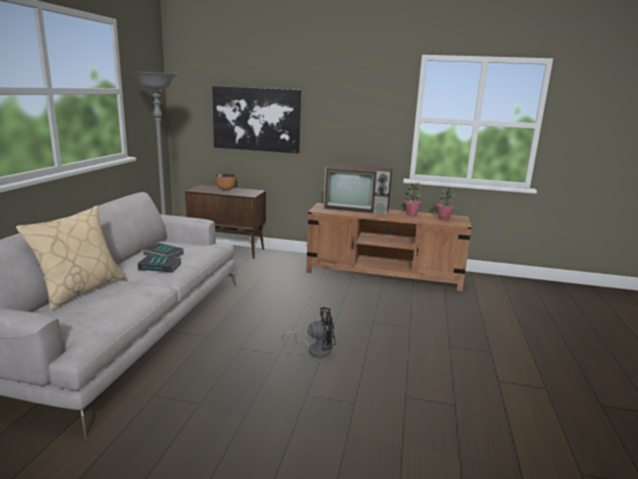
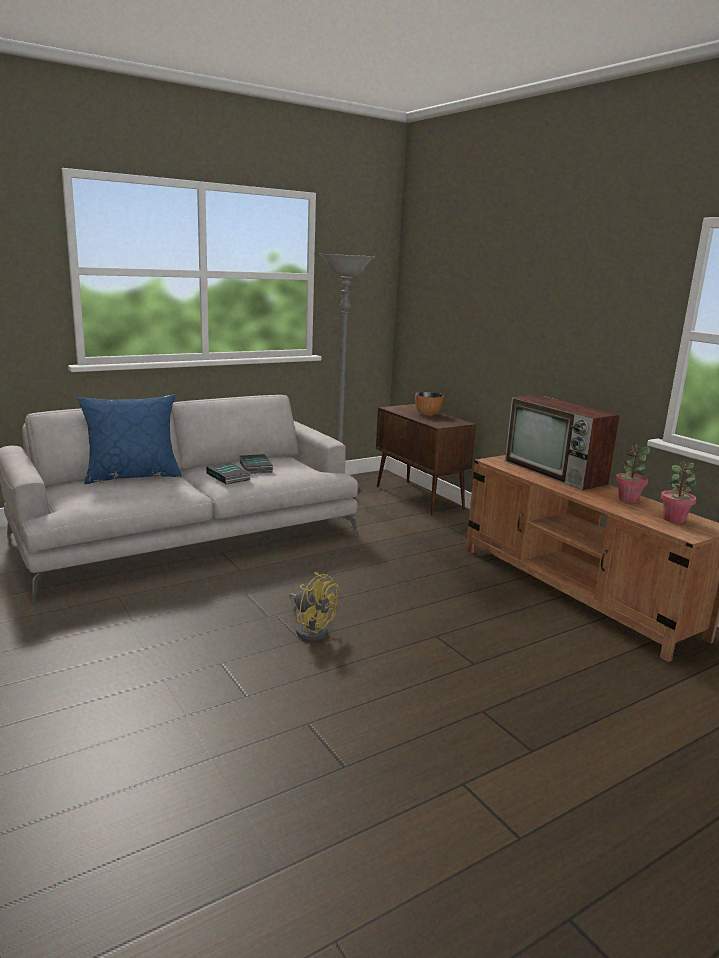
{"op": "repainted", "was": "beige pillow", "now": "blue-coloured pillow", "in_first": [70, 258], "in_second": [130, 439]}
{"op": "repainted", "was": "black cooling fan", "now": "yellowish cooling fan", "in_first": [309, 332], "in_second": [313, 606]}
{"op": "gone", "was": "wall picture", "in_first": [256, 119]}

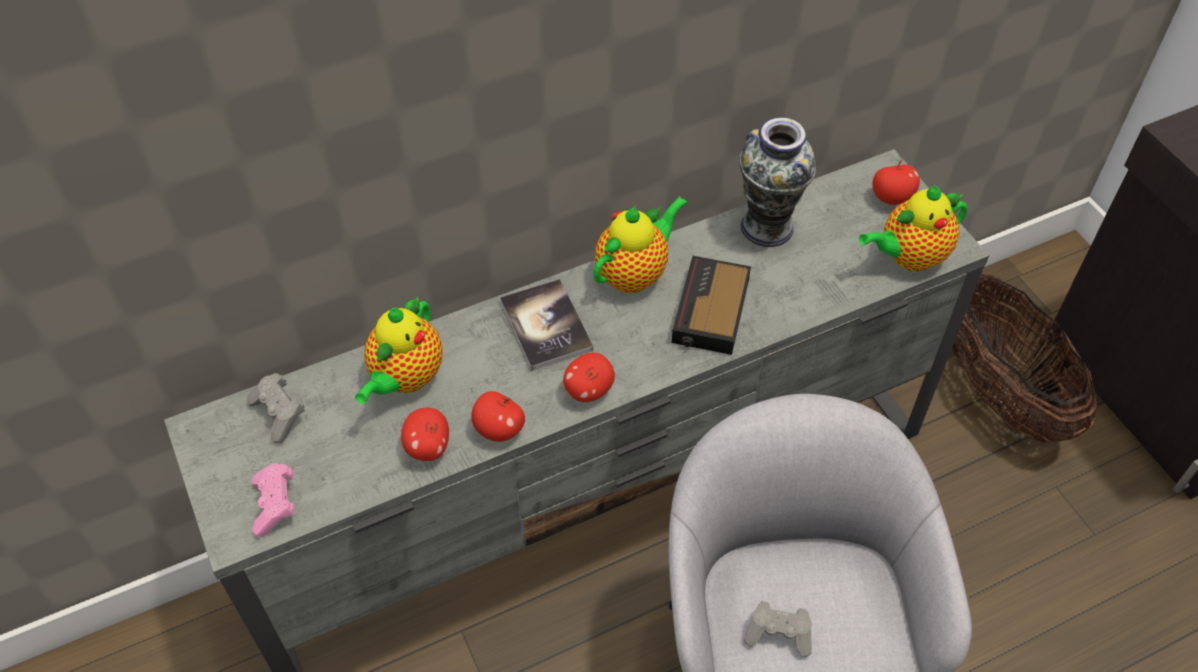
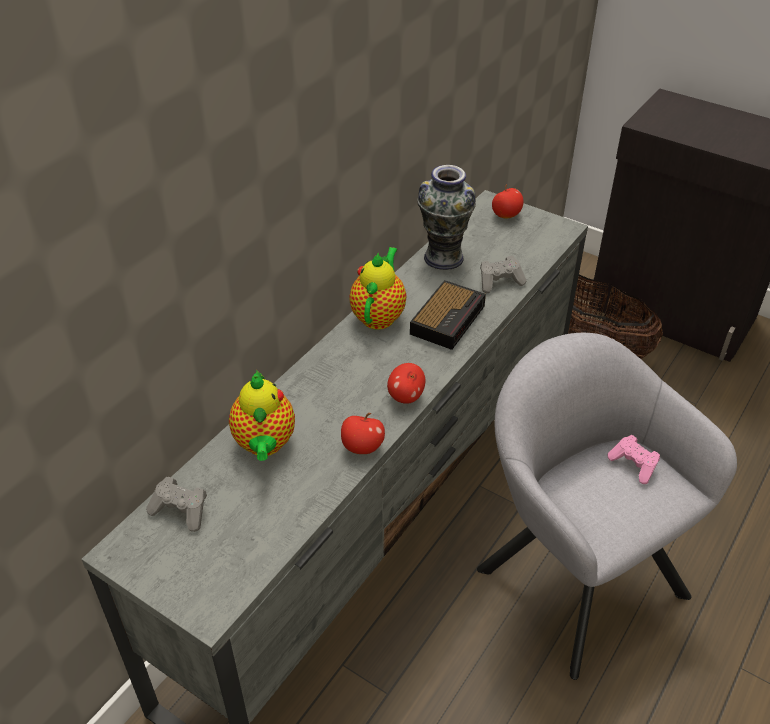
{"op": "rotated", "was": "table clock", "in_first": [711, 305], "in_second": [448, 315], "clockwise": -135}
{"op": "shifted", "was": "gray joypad", "in_first": [778, 629], "in_second": [503, 274]}
{"op": "shifted", "was": "pink-coloured joypad", "in_first": [273, 500], "in_second": [633, 459]}
{"op": "gone", "was": "apple fruit", "in_first": [425, 434]}
{"op": "gone", "was": "book", "in_first": [546, 325]}
{"op": "gone", "was": "pot for tea", "in_first": [913, 228]}

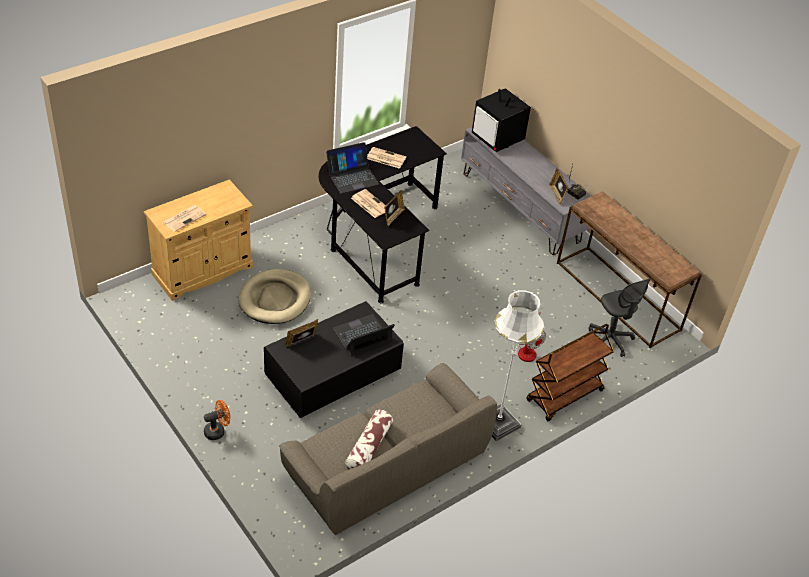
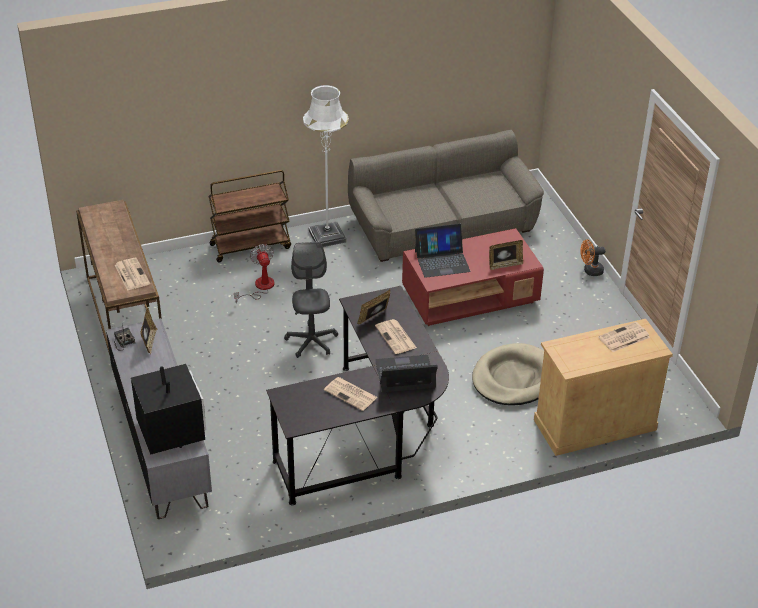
{"op": "new", "now": "newspaper", "in_second": [132, 274]}
{"op": "shifted", "was": "gray computer chair", "in_first": [620, 318], "in_second": [311, 300]}
{"op": "repainted", "was": "black lounge table", "now": "red-coloured lounge table", "in_first": [334, 359], "in_second": [473, 277]}
{"op": "gone", "was": "pillow", "in_first": [369, 439]}

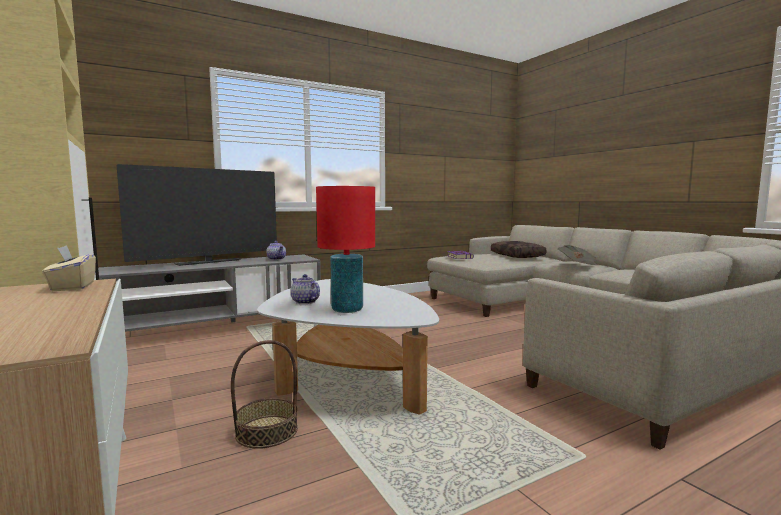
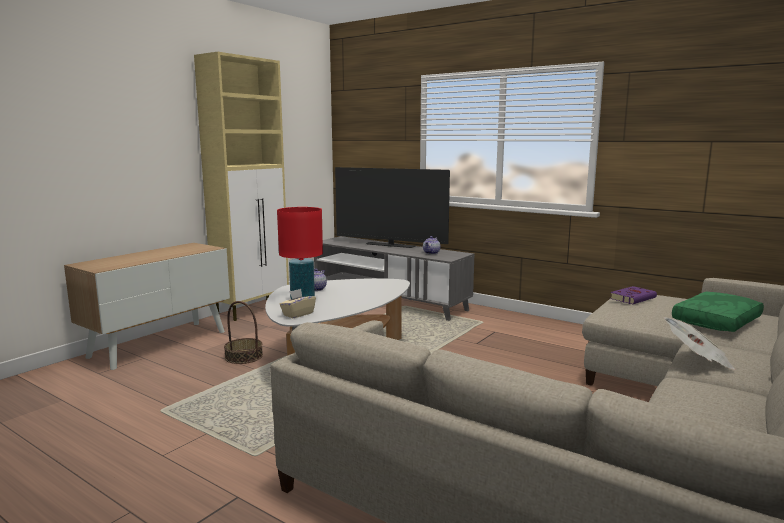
{"op": "shifted", "was": "beige box of tissues", "in_first": [69, 268], "in_second": [297, 303]}
{"op": "repainted", "was": "brown pillow", "now": "green-coloured pillow", "in_first": [518, 249], "in_second": [718, 312]}

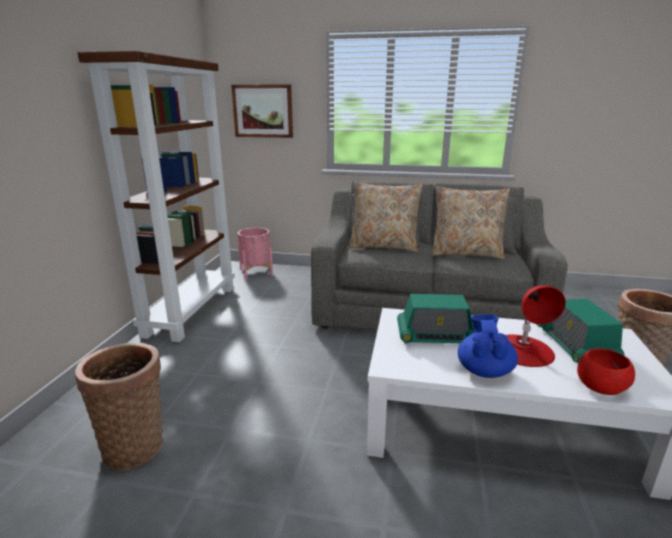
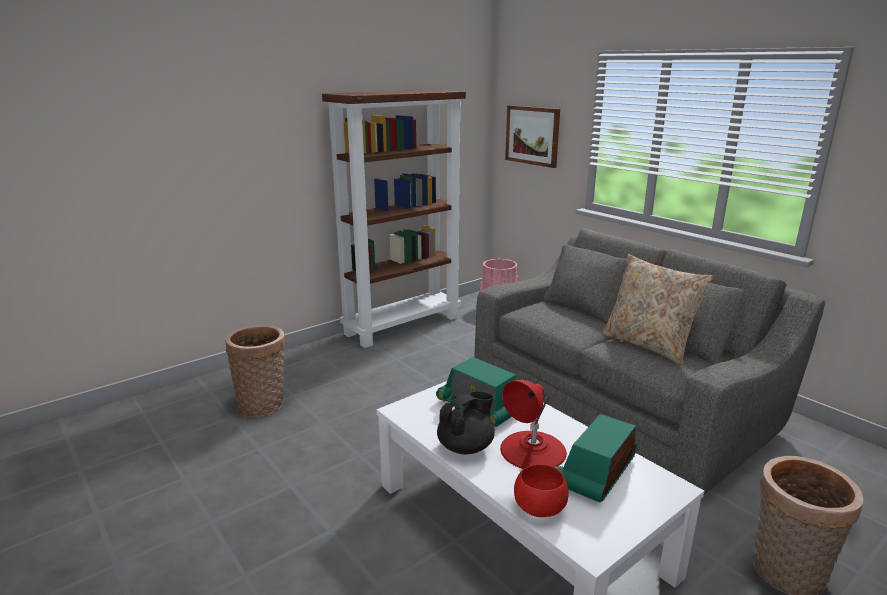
{"op": "repainted", "was": "blue-coloured pot for tea", "now": "black pot for tea", "in_first": [488, 346], "in_second": [466, 423]}
{"op": "gone", "was": "beige pillow", "in_first": [386, 217]}

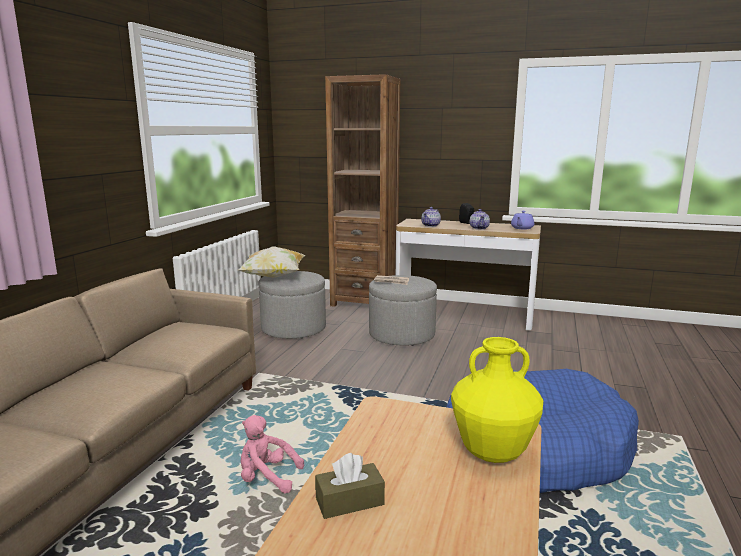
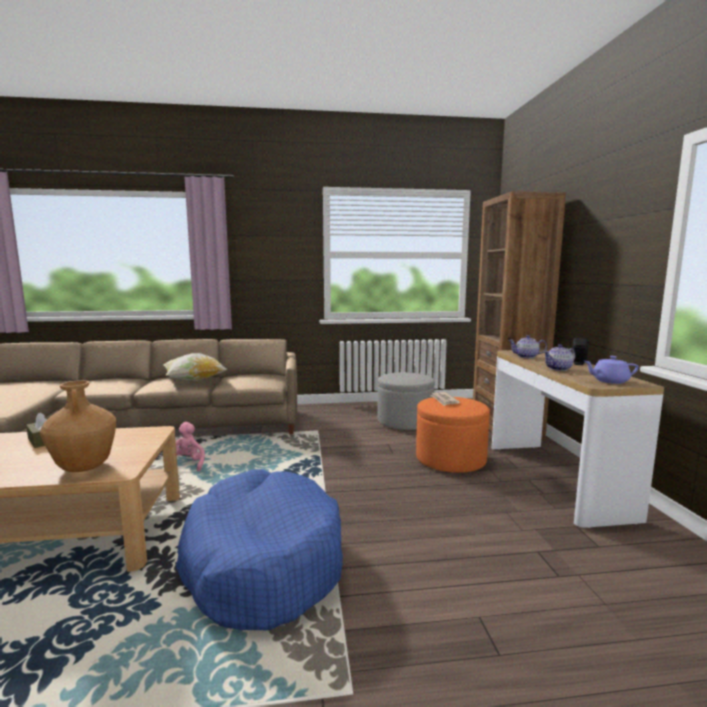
{"op": "repainted", "was": "yellowish flower vase", "now": "brown flower vase", "in_first": [497, 400], "in_second": [78, 426]}
{"op": "shifted", "was": "pillow", "in_first": [272, 262], "in_second": [195, 367]}
{"op": "repainted", "was": "gray ottoman", "now": "orange-coloured ottoman", "in_first": [403, 310], "in_second": [453, 435]}

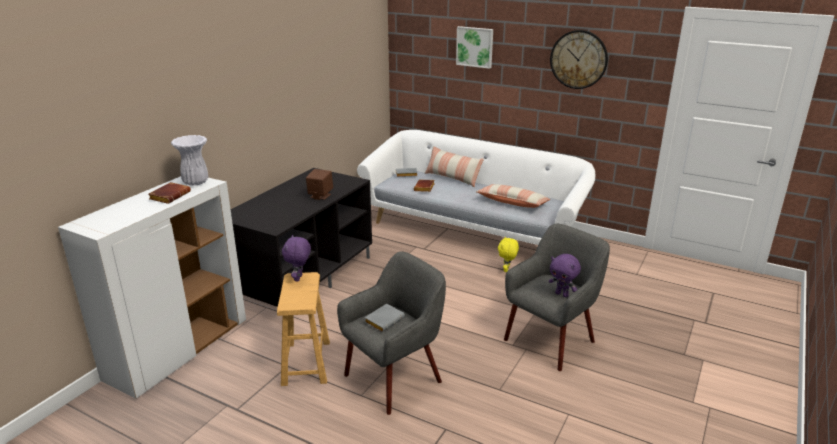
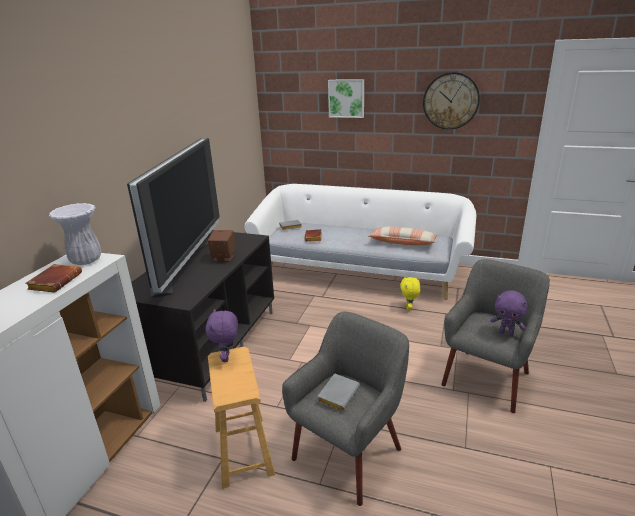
{"op": "new", "now": "television", "in_second": [173, 218]}
{"op": "gone", "was": "pillow", "in_first": [454, 167]}

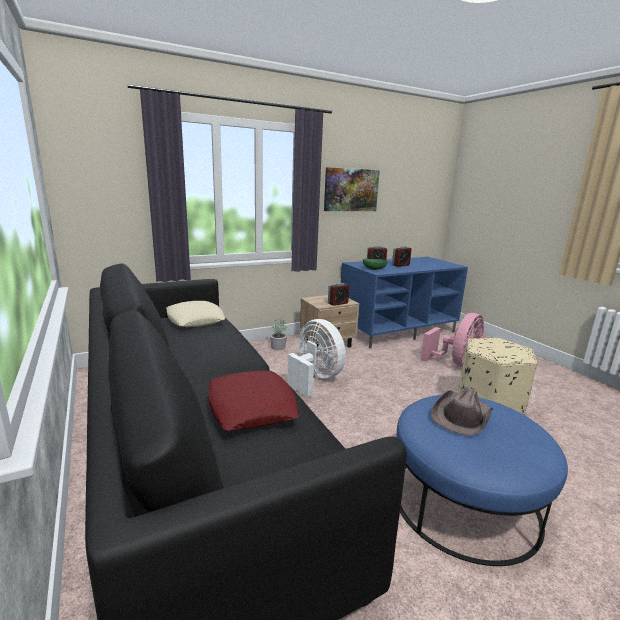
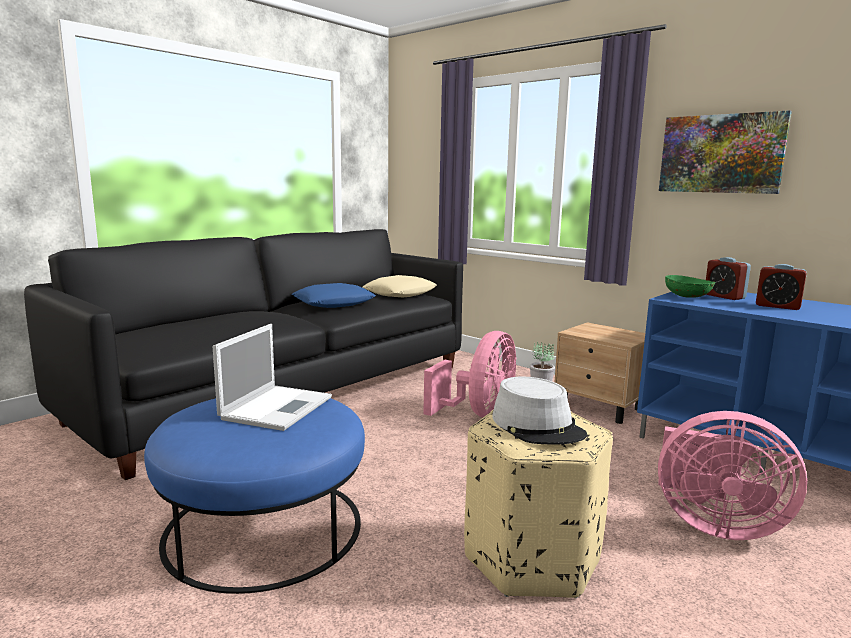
{"op": "swapped", "was": "brown hat", "now": "notebook computer", "in_first": [462, 411], "in_second": [272, 377]}
{"op": "new", "now": "blue-coloured pillow", "in_second": [334, 295]}
{"op": "repainted", "was": "whitish cooling fan", "now": "pink-coloured cooling fan", "in_first": [316, 358], "in_second": [469, 374]}
{"op": "new", "now": "gray hat", "in_second": [539, 411]}
{"op": "gone", "was": "red-coloured pillow", "in_first": [254, 401]}
{"op": "gone", "was": "table clock", "in_first": [338, 294]}

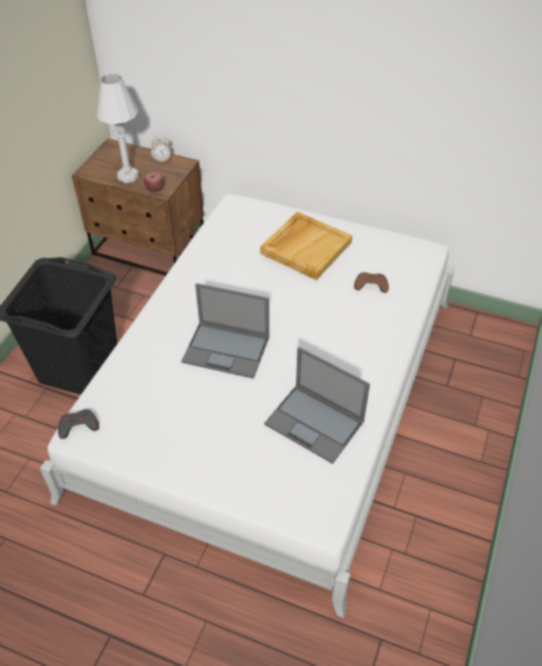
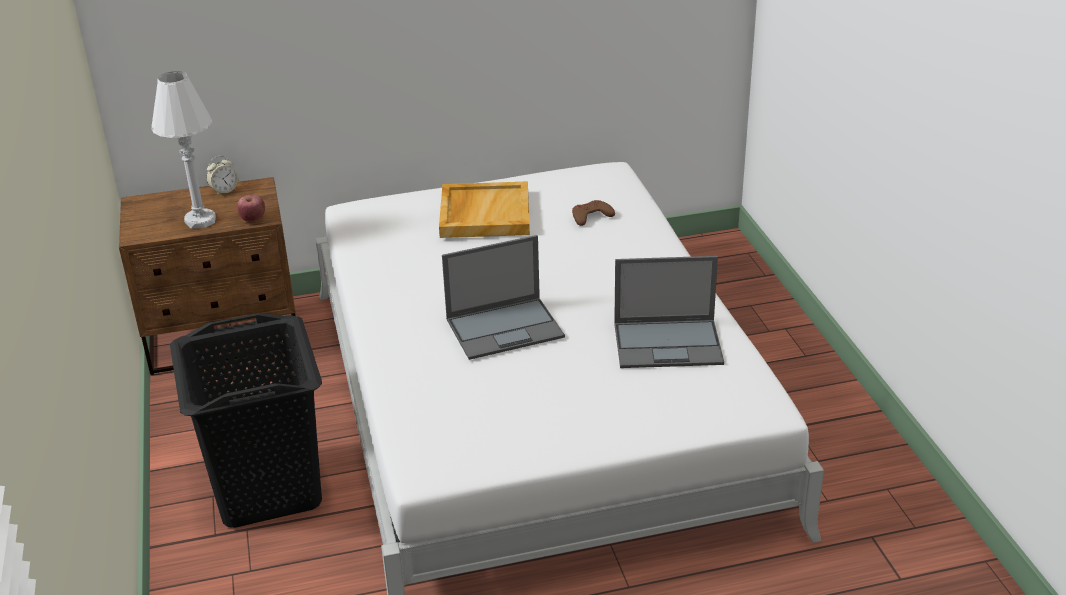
{"op": "gone", "was": "gray joypad", "in_first": [78, 424]}

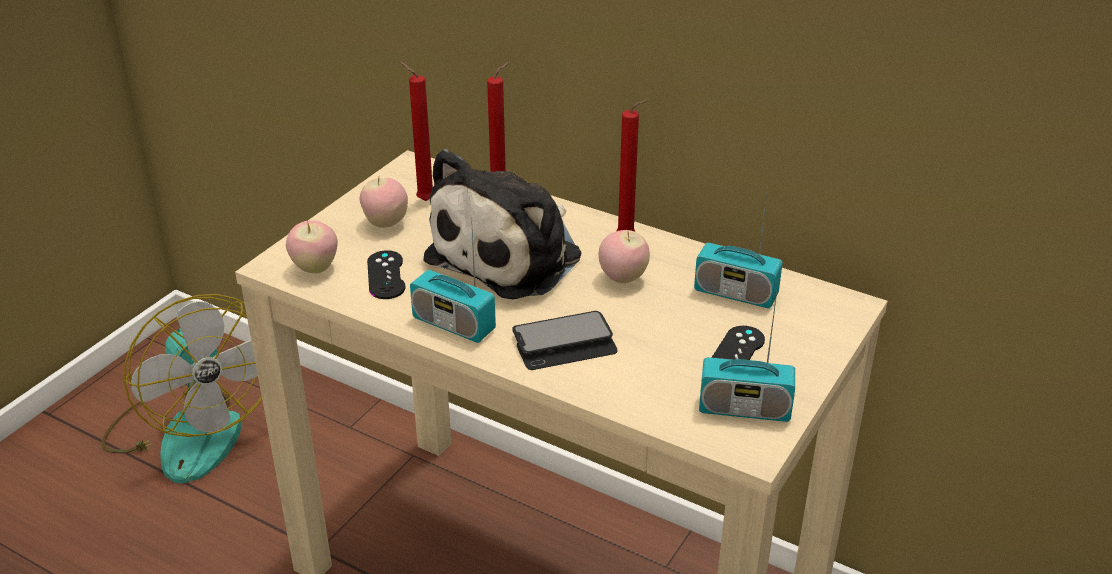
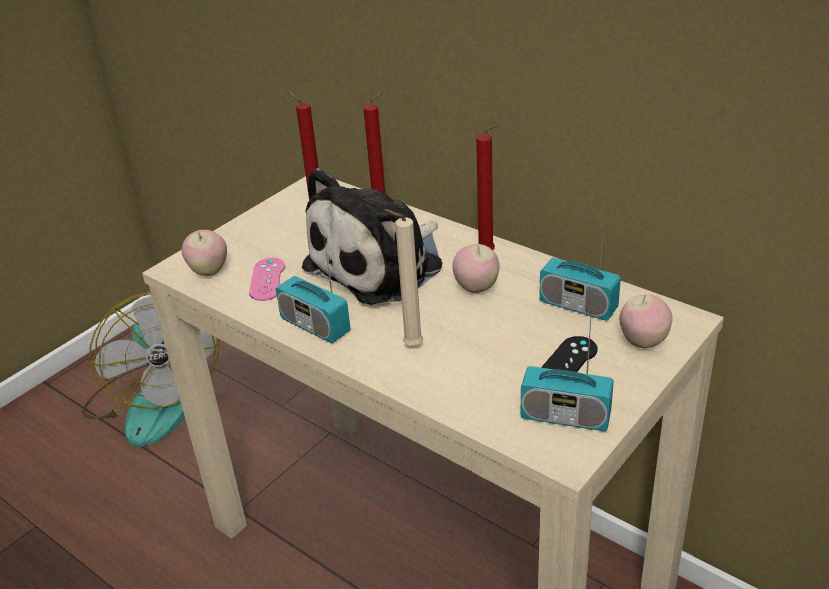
{"op": "repainted", "was": "black joypad", "now": "pink-coloured joypad", "in_first": [386, 274], "in_second": [267, 279]}
{"op": "swapped", "was": "handset", "now": "beige wax candle", "in_first": [565, 340], "in_second": [404, 277]}
{"op": "shifted", "was": "apple fruit", "in_first": [384, 202], "in_second": [646, 321]}

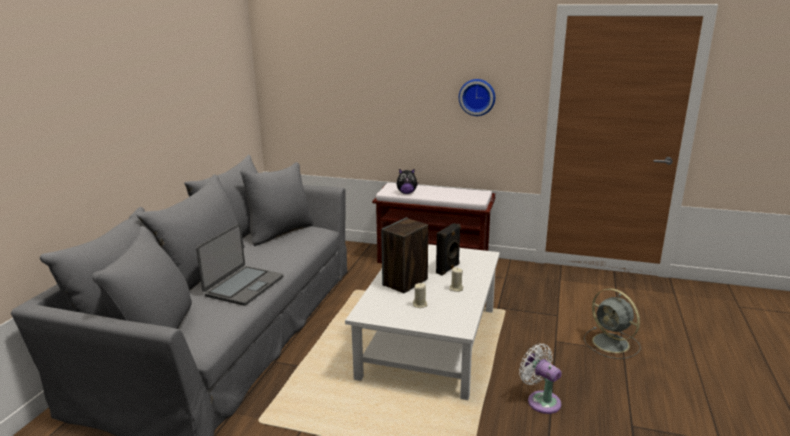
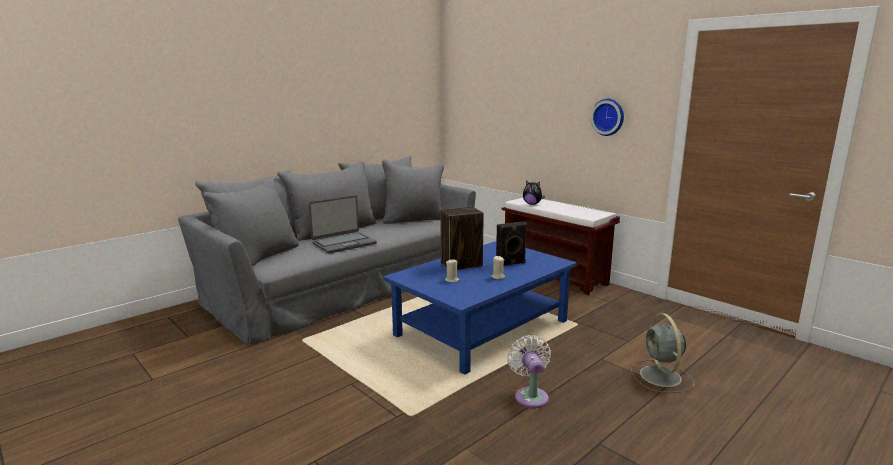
{"op": "repainted", "was": "whitish lounge table", "now": "blue-coloured lounge table", "in_first": [422, 322], "in_second": [480, 308]}

